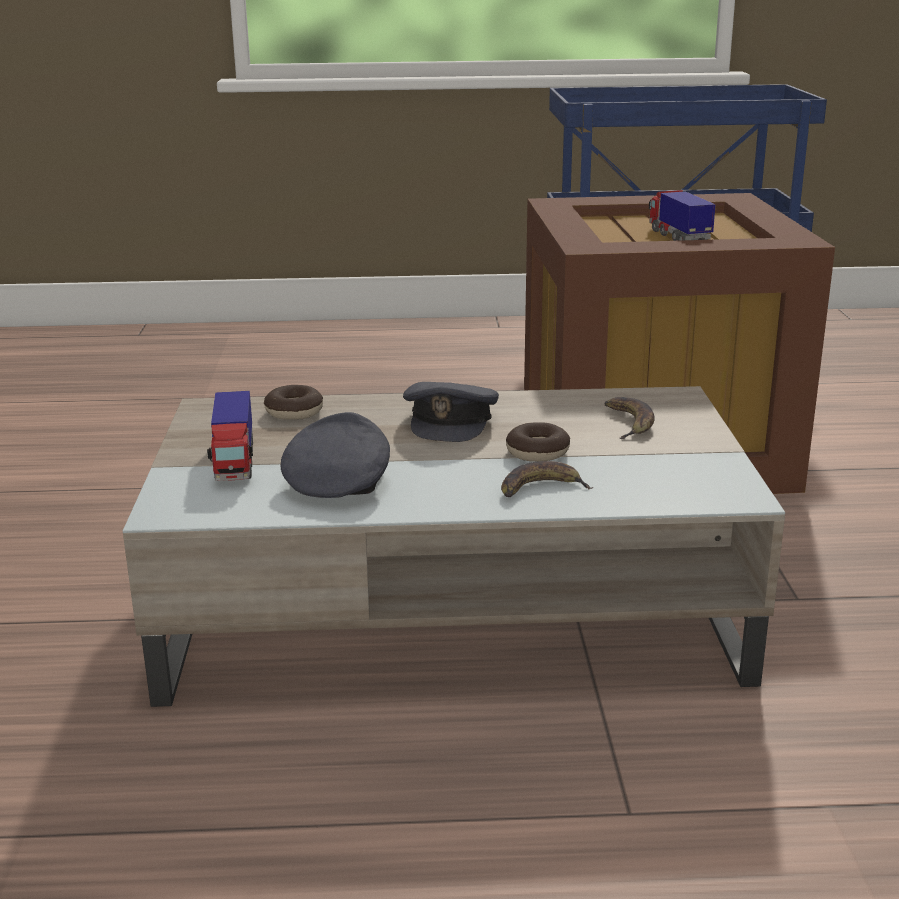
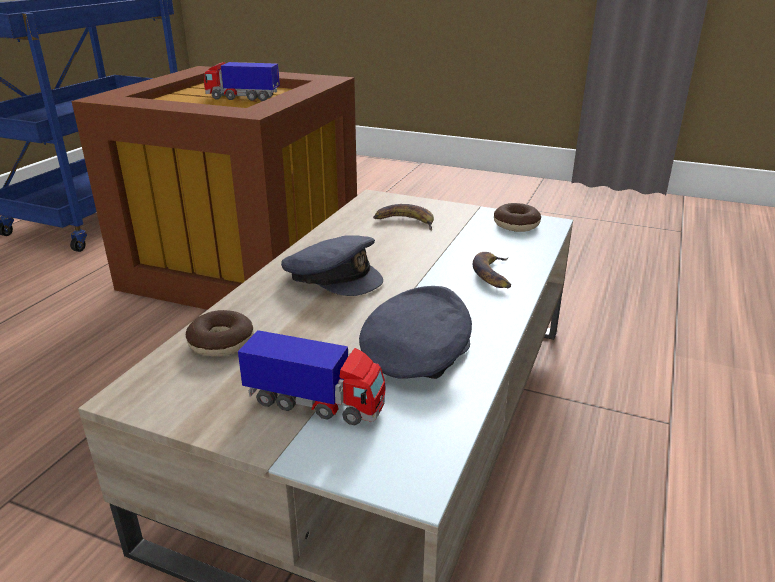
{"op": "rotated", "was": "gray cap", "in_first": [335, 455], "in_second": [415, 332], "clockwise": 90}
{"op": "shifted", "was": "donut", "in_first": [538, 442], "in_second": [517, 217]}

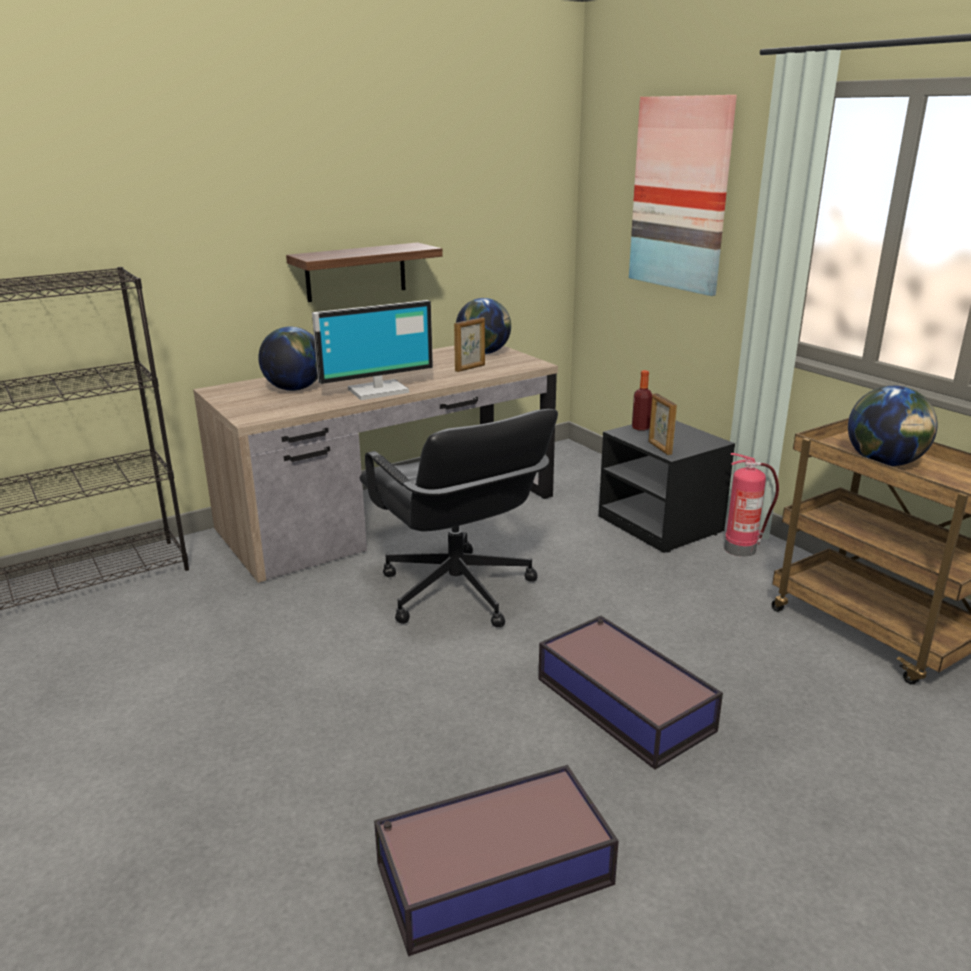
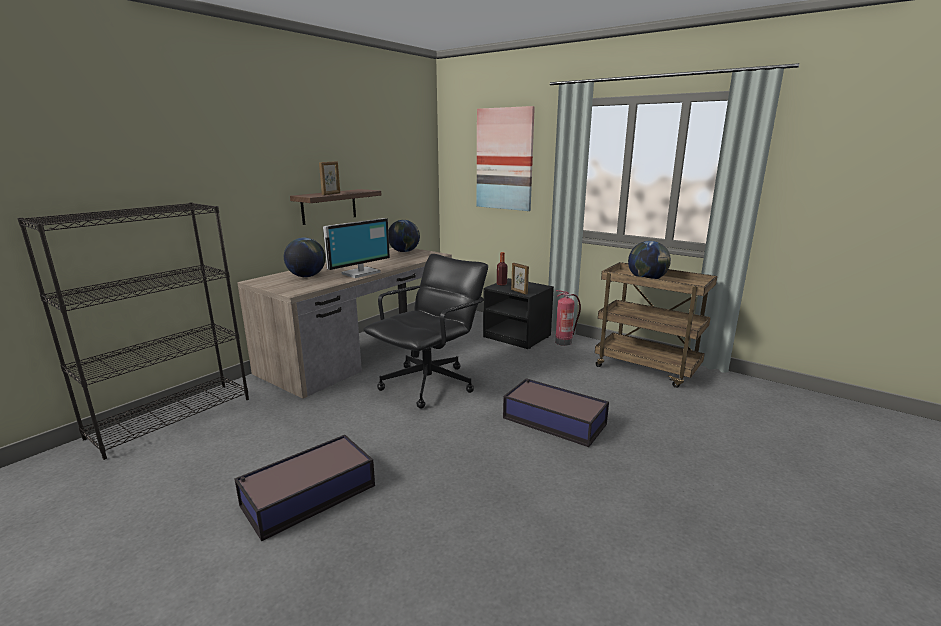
{"op": "shifted", "was": "storage container", "in_first": [496, 861], "in_second": [305, 488]}
{"op": "shifted", "was": "photo frame", "in_first": [469, 344], "in_second": [329, 178]}
{"op": "rotated", "was": "black computer chair", "in_first": [458, 518], "in_second": [425, 331], "clockwise": -90}

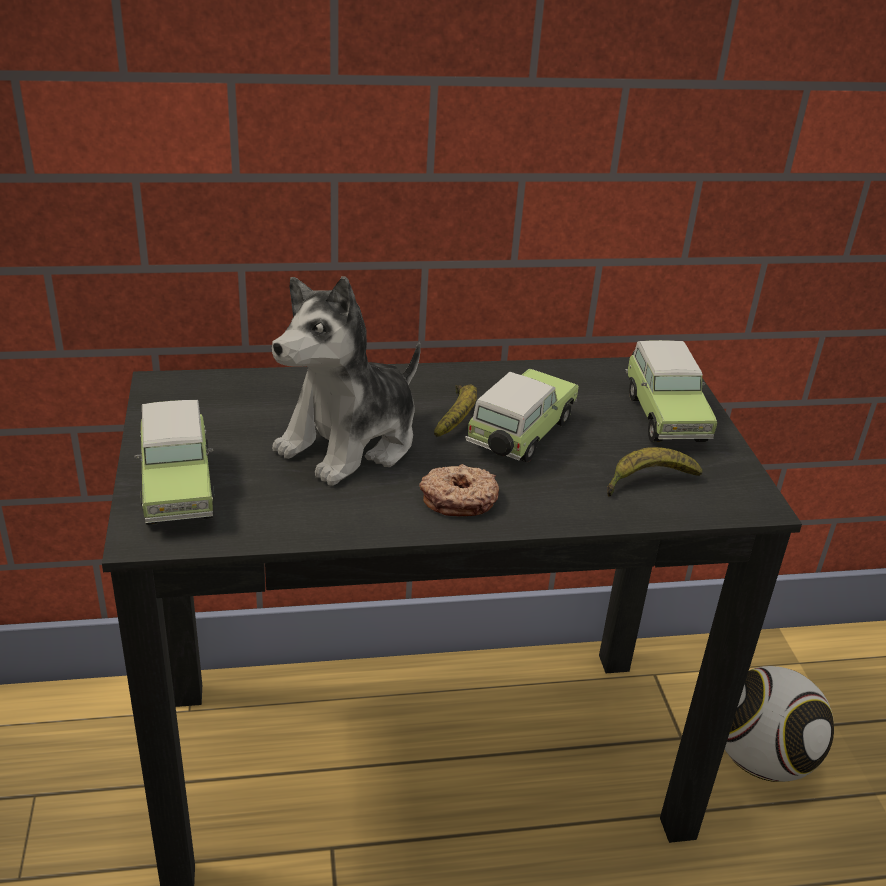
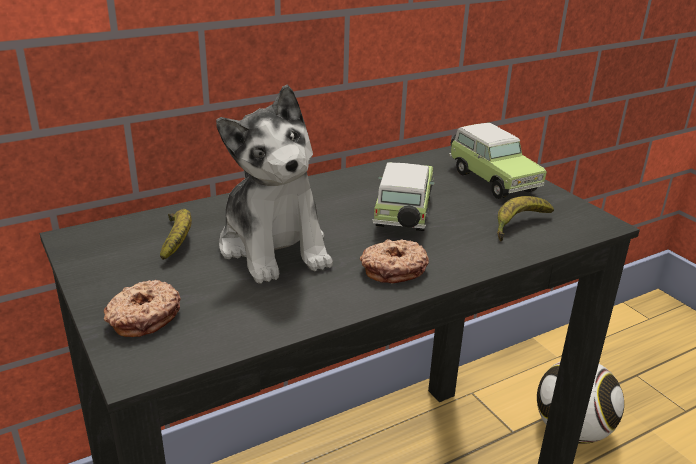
{"op": "swapped", "was": "miniature car", "now": "donut", "in_first": [174, 462], "in_second": [142, 308]}
{"op": "shifted", "was": "whole banana", "in_first": [455, 411], "in_second": [176, 234]}
{"op": "rotated", "was": "cuddly toy", "in_first": [346, 381], "in_second": [274, 184], "clockwise": -45}

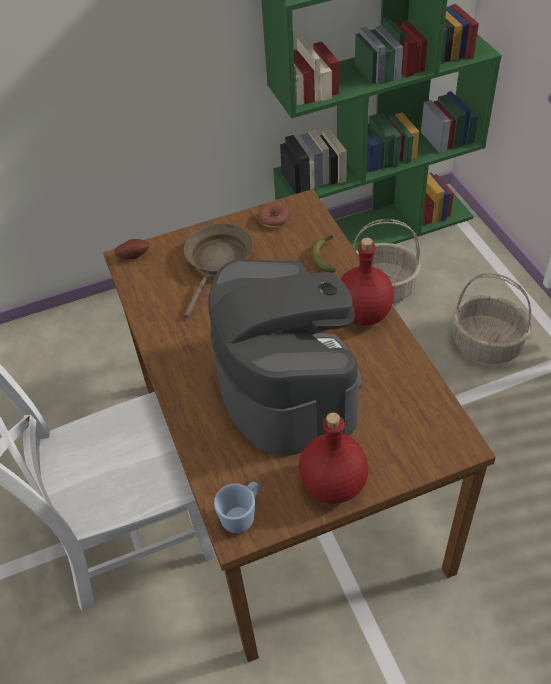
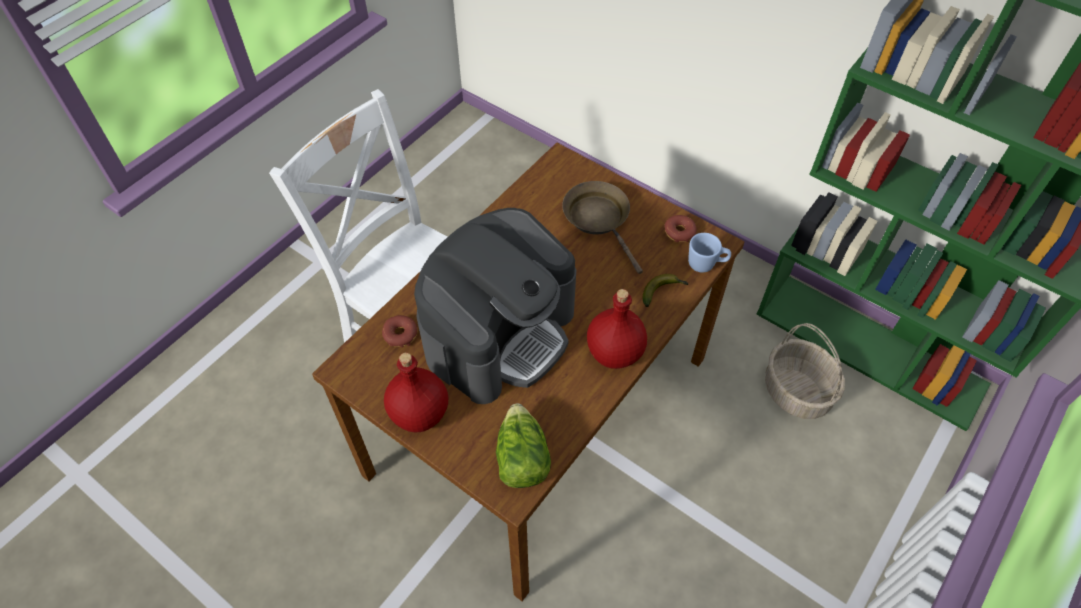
{"op": "new", "now": "donut", "in_second": [400, 331]}
{"op": "new", "now": "lettuce", "in_second": [523, 446]}
{"op": "rotated", "was": "brown frying pan", "in_first": [218, 270], "in_second": [602, 227], "clockwise": -105}
{"op": "shifted", "was": "blue-coloured mug", "in_first": [237, 507], "in_second": [709, 253]}
{"op": "gone", "was": "spud", "in_first": [131, 249]}
{"op": "gone", "was": "household basket", "in_first": [492, 318]}

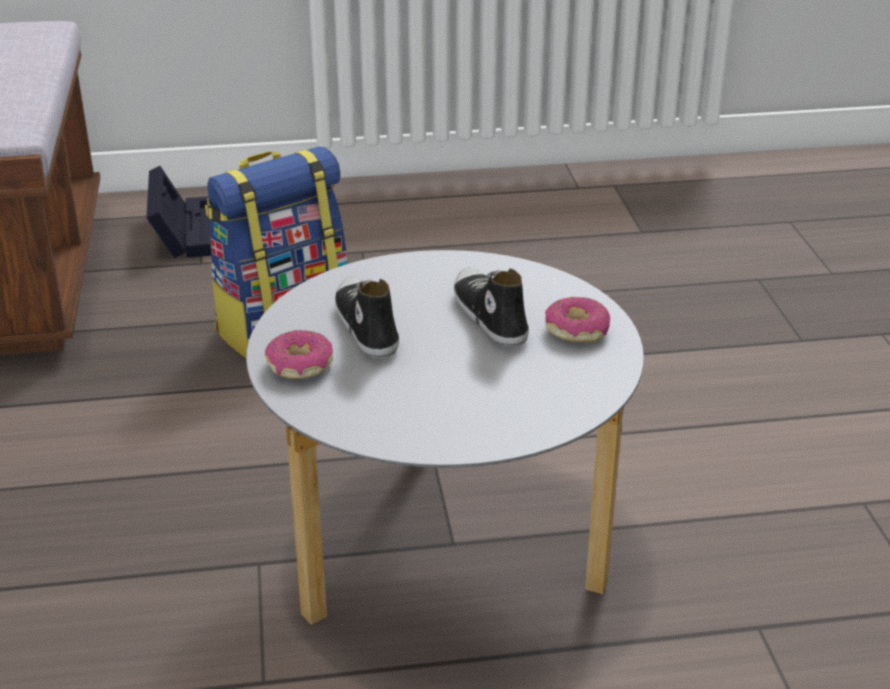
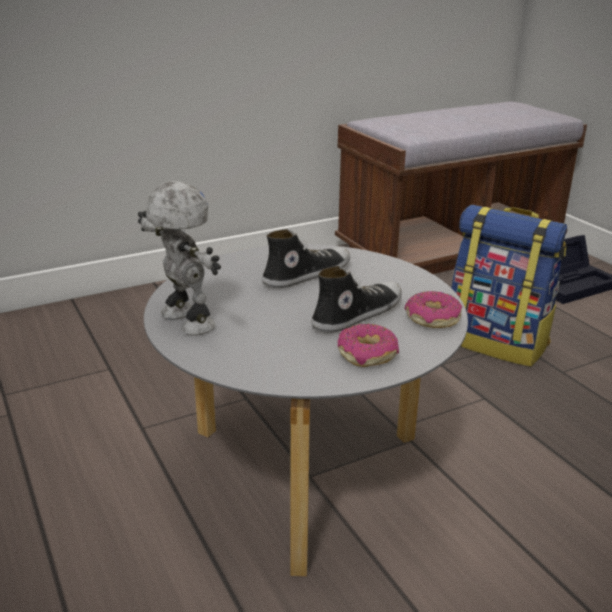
{"op": "new", "now": "robot figure", "in_second": [179, 258]}
{"op": "shifted", "was": "donut", "in_first": [299, 354], "in_second": [433, 309]}

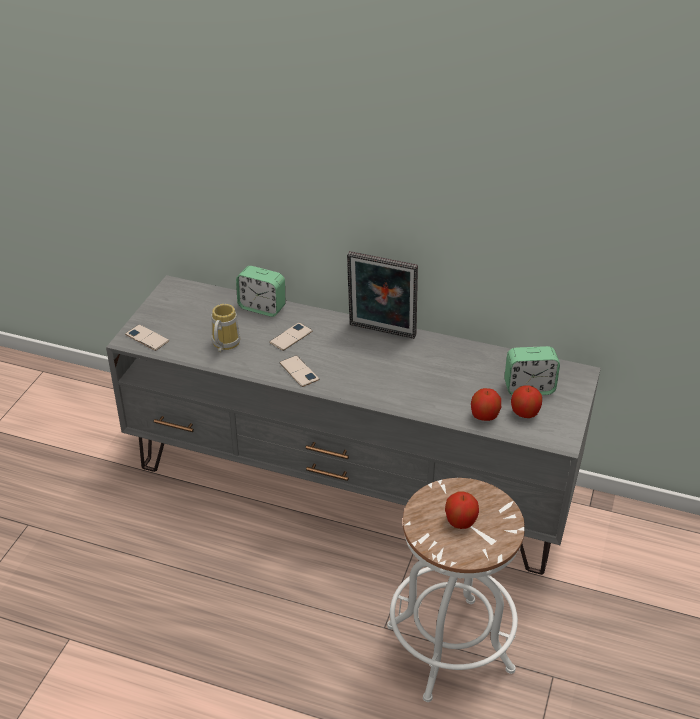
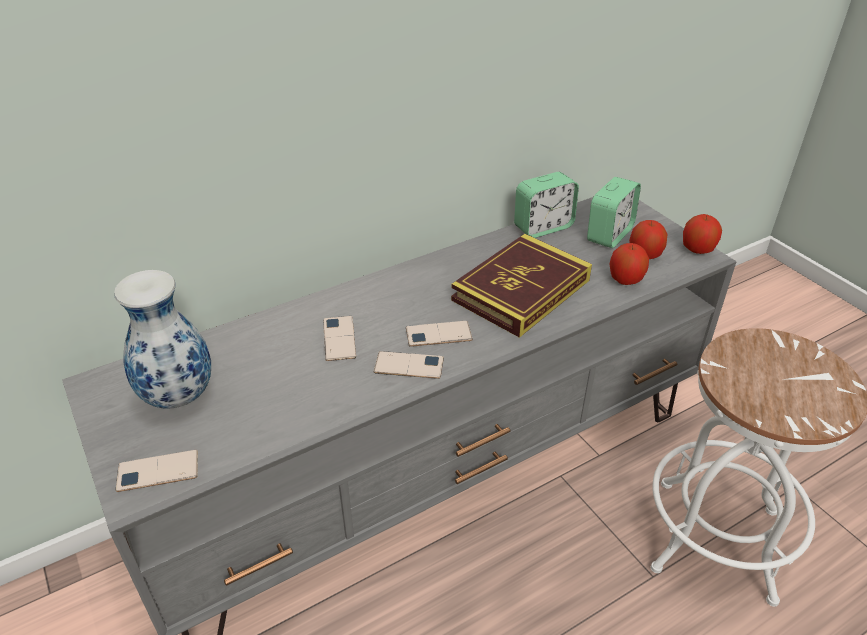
{"op": "new", "now": "flower vase", "in_second": [162, 339]}
{"op": "new", "now": "handset", "in_second": [439, 334]}
{"op": "new", "now": "book", "in_second": [521, 286]}
{"op": "shifted", "was": "table clock", "in_first": [260, 291], "in_second": [546, 205]}
{"op": "shifted", "was": "apple fruit", "in_first": [462, 510], "in_second": [702, 234]}
{"op": "gone", "was": "mug", "in_first": [225, 328]}
{"op": "gone", "was": "photo frame", "in_first": [382, 295]}

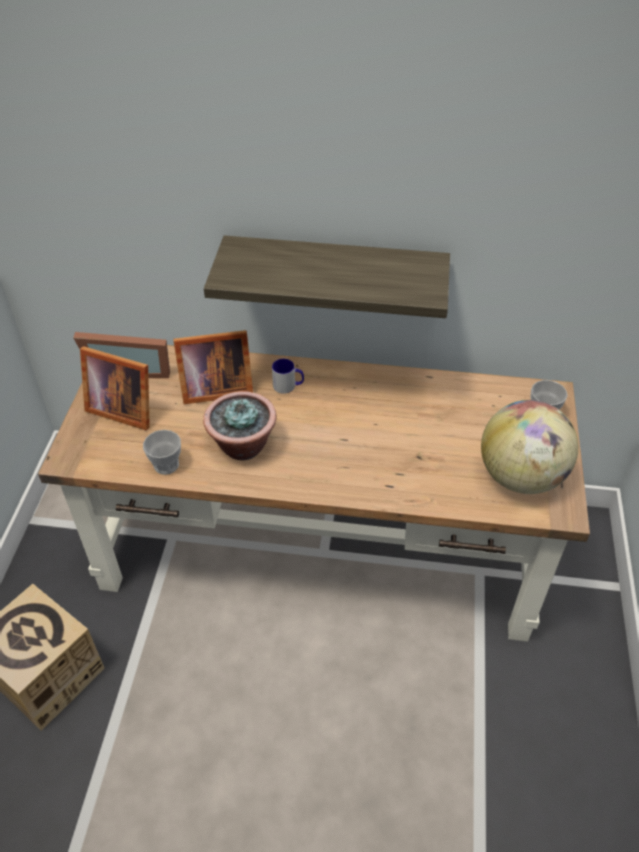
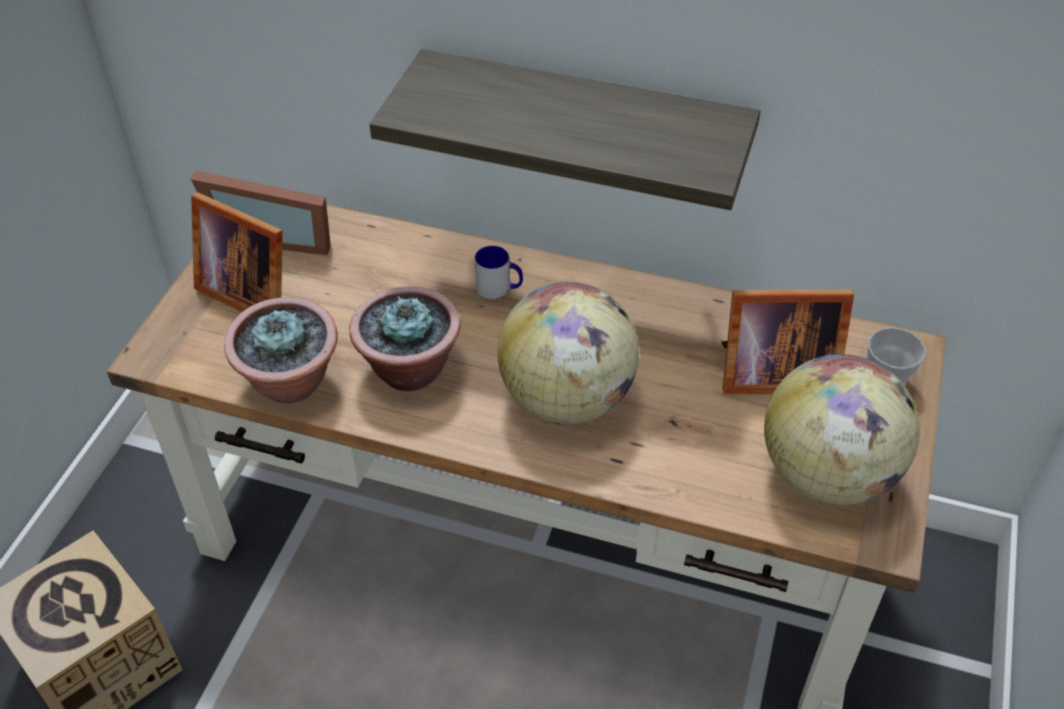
{"op": "swapped", "was": "cup", "now": "potted plant", "in_first": [162, 452], "in_second": [281, 350]}
{"op": "new", "now": "globe", "in_second": [568, 353]}
{"op": "shifted", "was": "photo frame", "in_first": [213, 367], "in_second": [788, 342]}

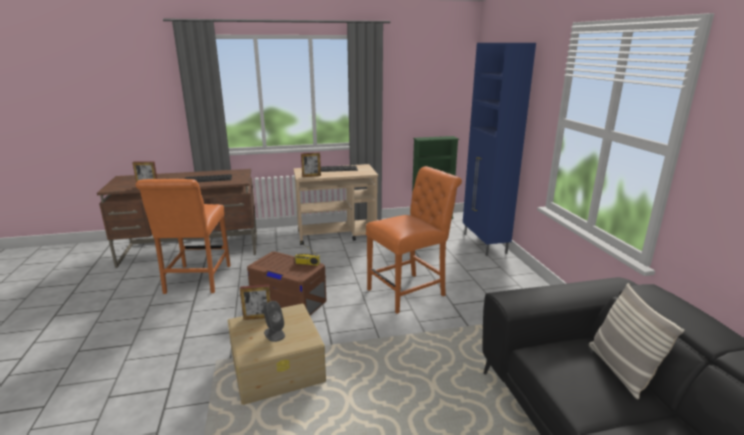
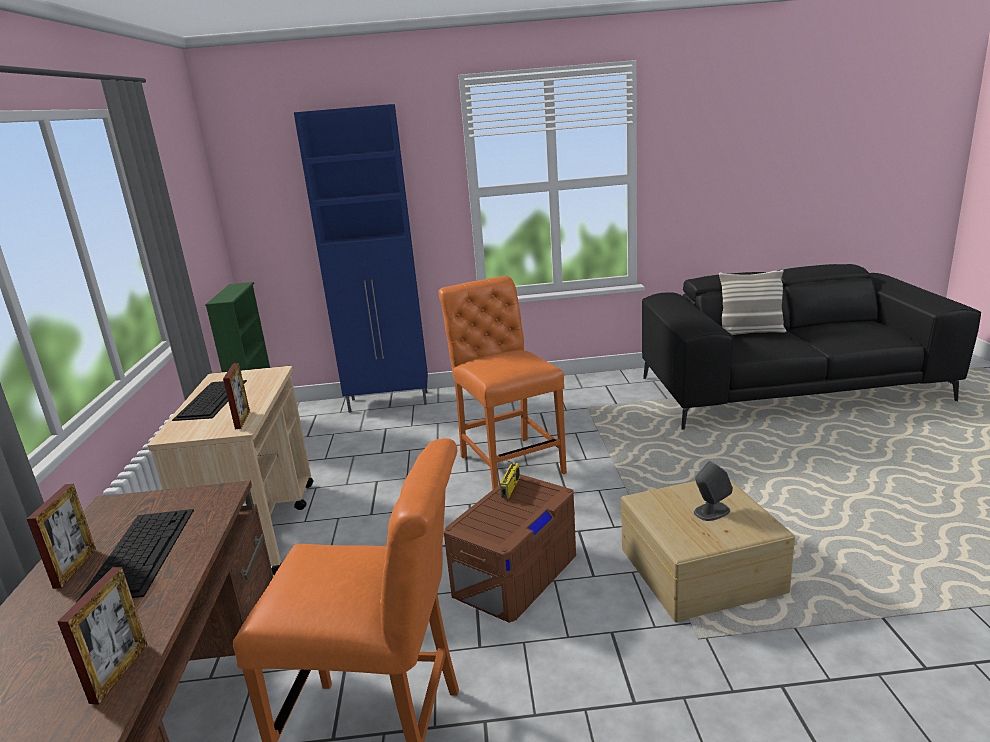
{"op": "shifted", "was": "photo frame", "in_first": [255, 302], "in_second": [61, 536]}

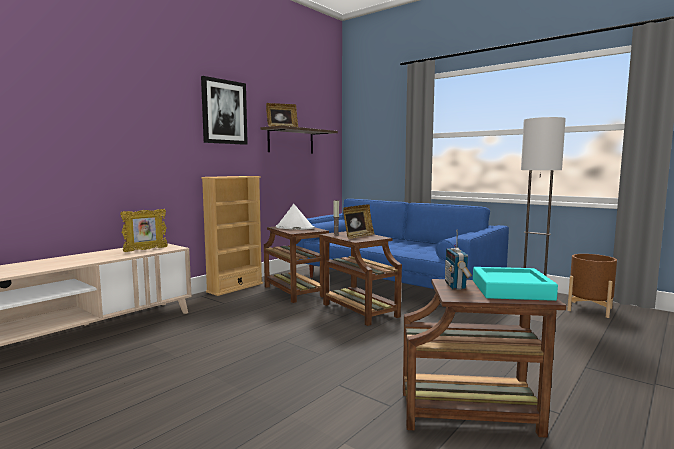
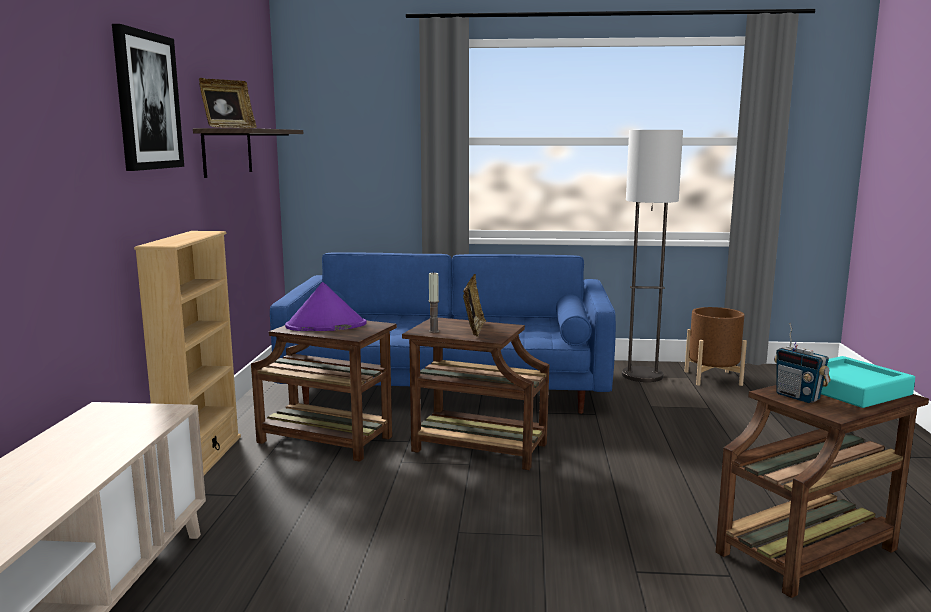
{"op": "repainted", "was": "whitish hat", "now": "purplish hat", "in_first": [295, 217], "in_second": [326, 306]}
{"op": "gone", "was": "photo frame", "in_first": [144, 230]}

